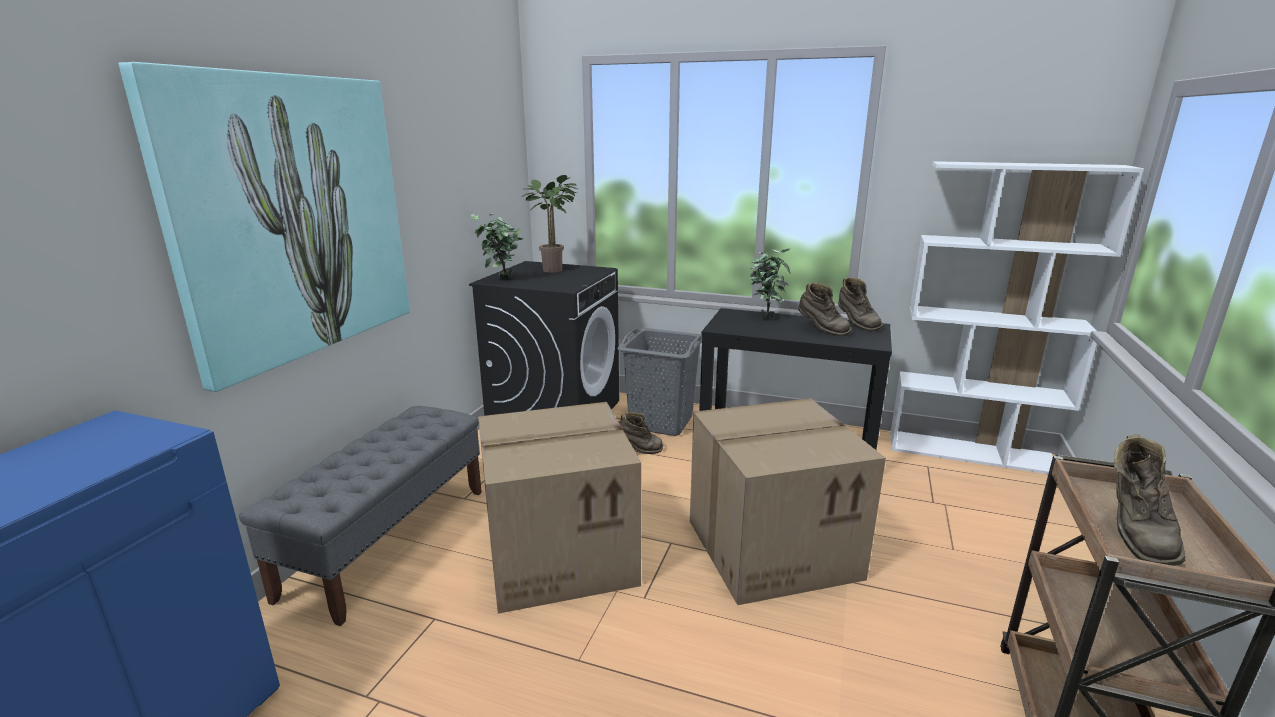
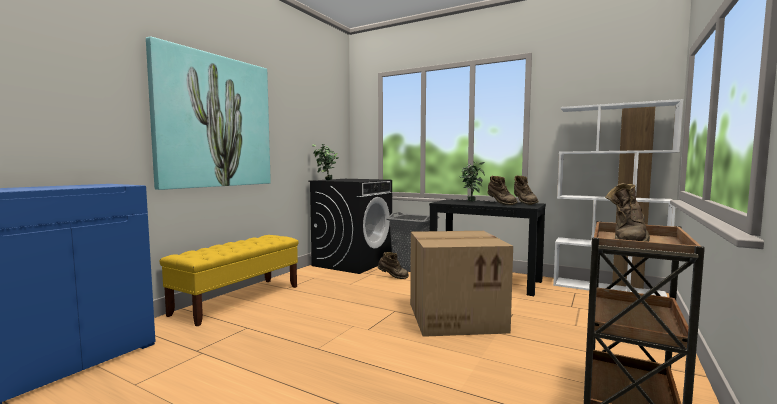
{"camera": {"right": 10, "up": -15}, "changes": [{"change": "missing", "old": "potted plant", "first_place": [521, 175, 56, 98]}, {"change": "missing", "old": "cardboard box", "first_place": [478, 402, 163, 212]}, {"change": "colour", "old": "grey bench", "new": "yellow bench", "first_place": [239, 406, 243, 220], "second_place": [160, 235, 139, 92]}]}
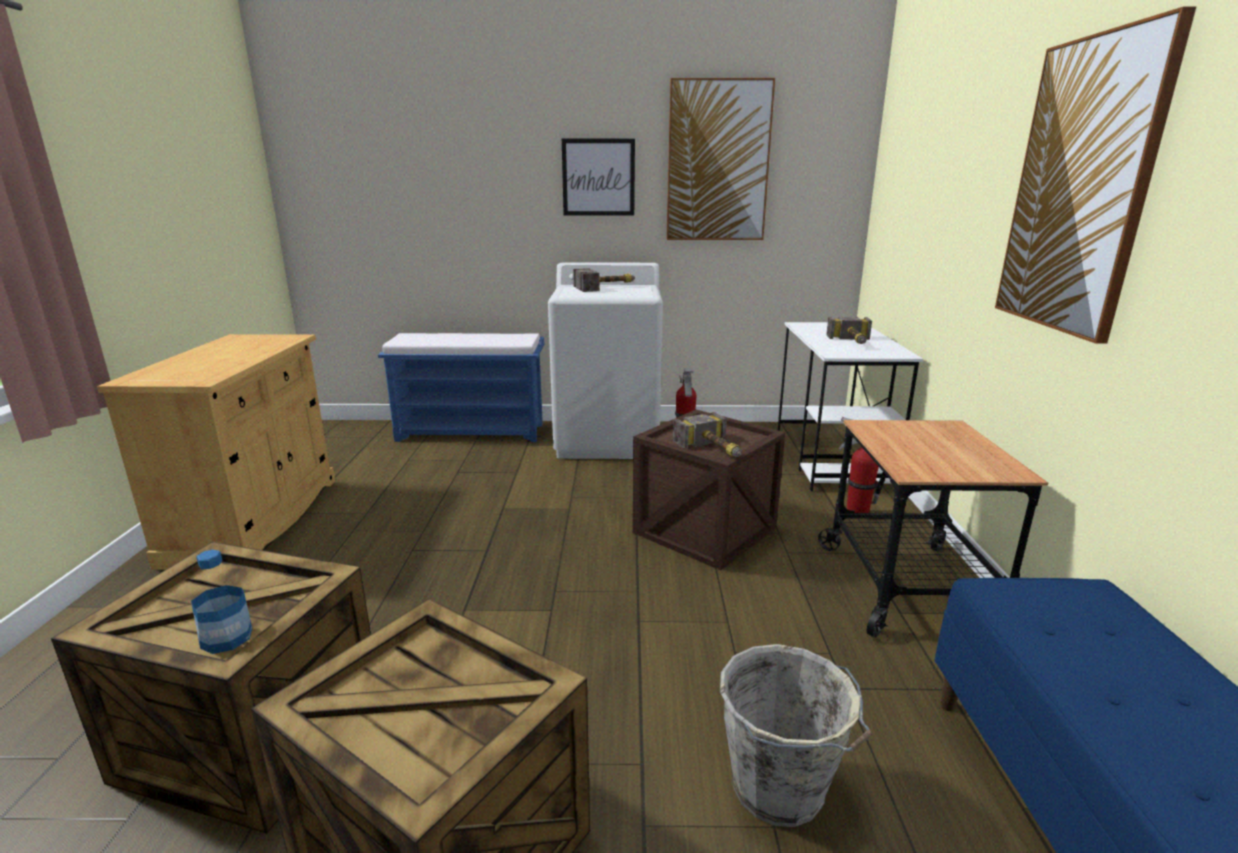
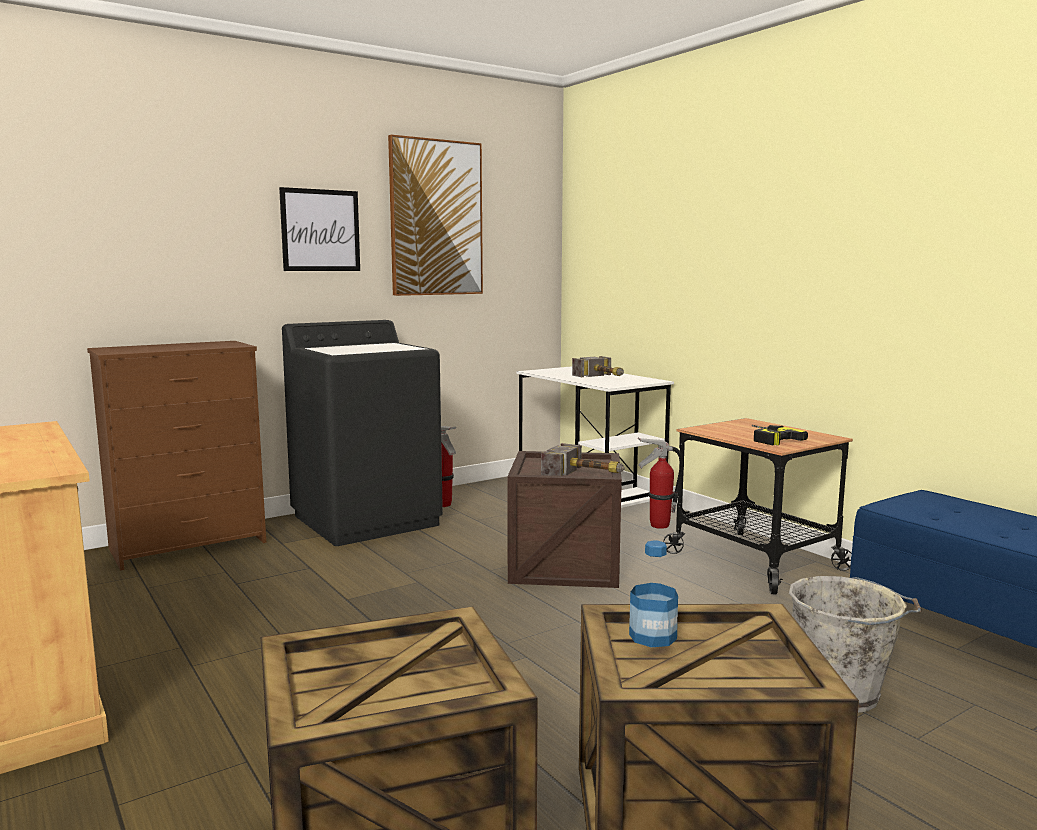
{"camera": {"right": -35, "up": -10}, "changes": [{"change": "missing", "old": "picture", "first_place": [995, 7, 201, 337]}, {"change": "colour", "old": "white washing machine", "new": "black washing machine", "first_place": [548, 263, 115, 196], "second_place": [282, 320, 161, 226]}, {"change": "missing", "old": "hammer", "first_place": [573, 268, 62, 24]}, {"change": "exchanged", "old": "blue bench", "new": "brown dresser", "first_place": [378, 333, 167, 109], "second_place": [87, 341, 179, 229]}, {"change": "relocated", "old": "bottle", "first_place": [191, 550, 61, 104], "second_place": [629, 540, 49, 107]}, {"change": "appeared", "new": "power drill", "second_place": [752, 425, 56, 20]}]}
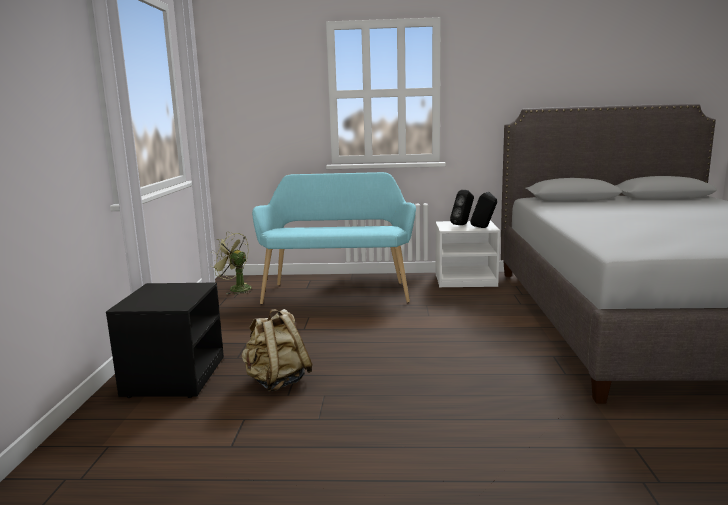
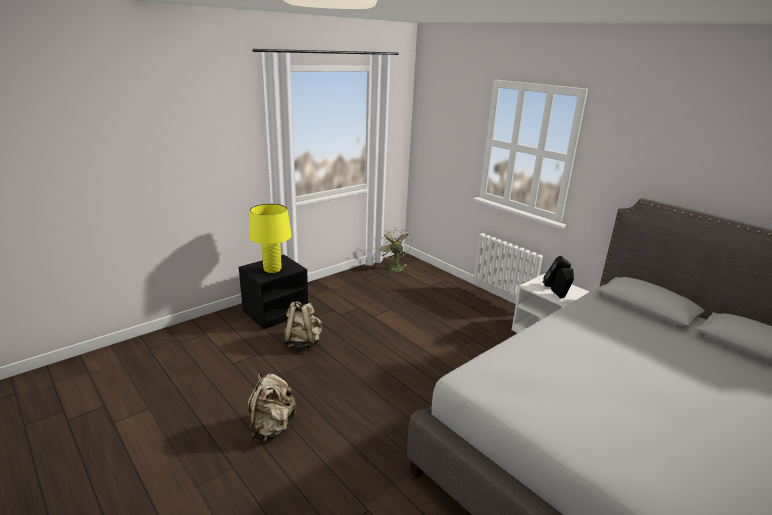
{"camera": {"right": 45, "up": 10}, "changes": [{"change": "missing", "old": "turquoise bench", "first_place": [252, 172, 164, 132]}, {"change": "appeared", "new": "yellow table lamp", "second_place": [249, 204, 43, 69]}, {"change": "appeared", "new": "beige backpack", "second_place": [248, 374, 49, 68]}]}
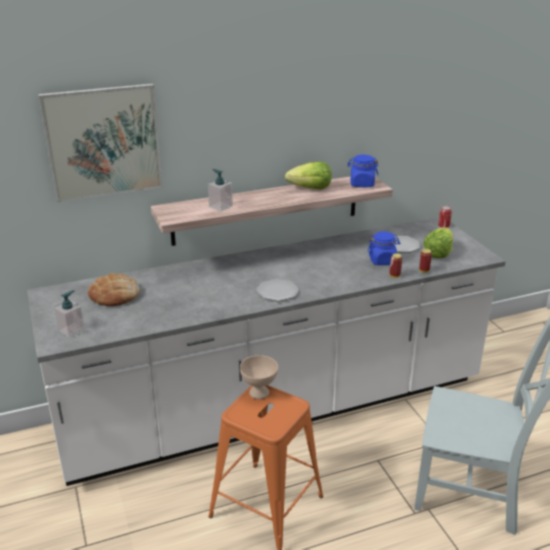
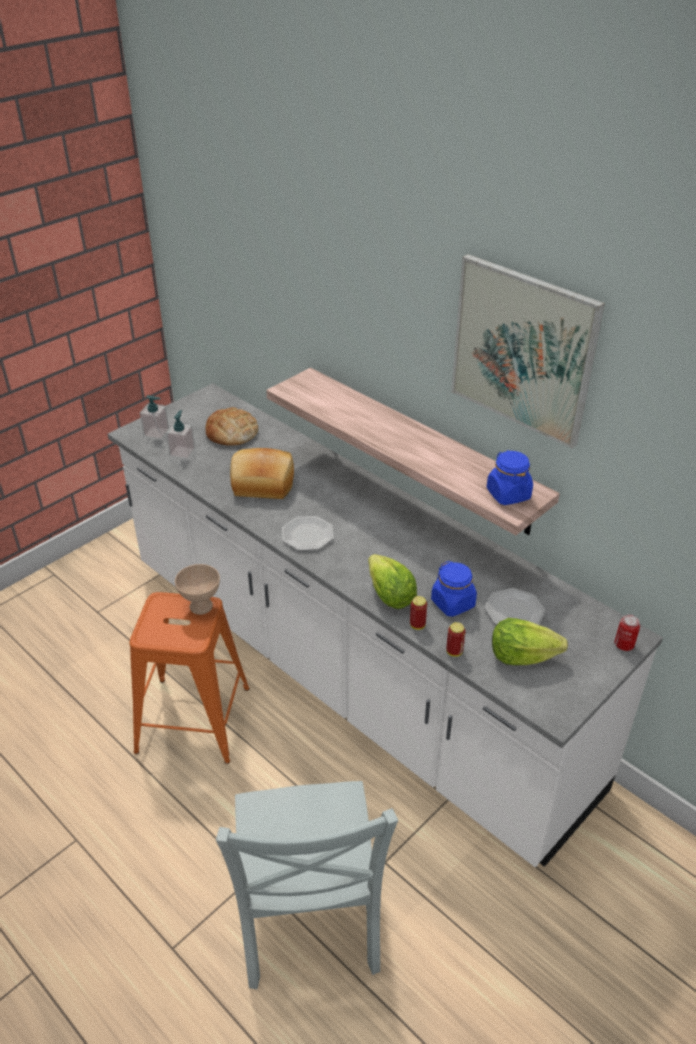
{"camera": {"right": 65, "up": 10}, "changes": [{"change": "relocated", "old": "picture", "first_place": [38, 84, 125, 118], "second_place": [451, 254, 154, 195]}, {"change": "relocated", "old": "lettuce", "first_place": [285, 162, 47, 27], "second_place": [368, 554, 49, 55]}, {"change": "relocated", "old": "soap dispenser", "first_place": [208, 169, 25, 42], "second_place": [166, 410, 29, 50]}, {"change": "appeared", "new": "bread", "second_place": [230, 448, 64, 51]}]}
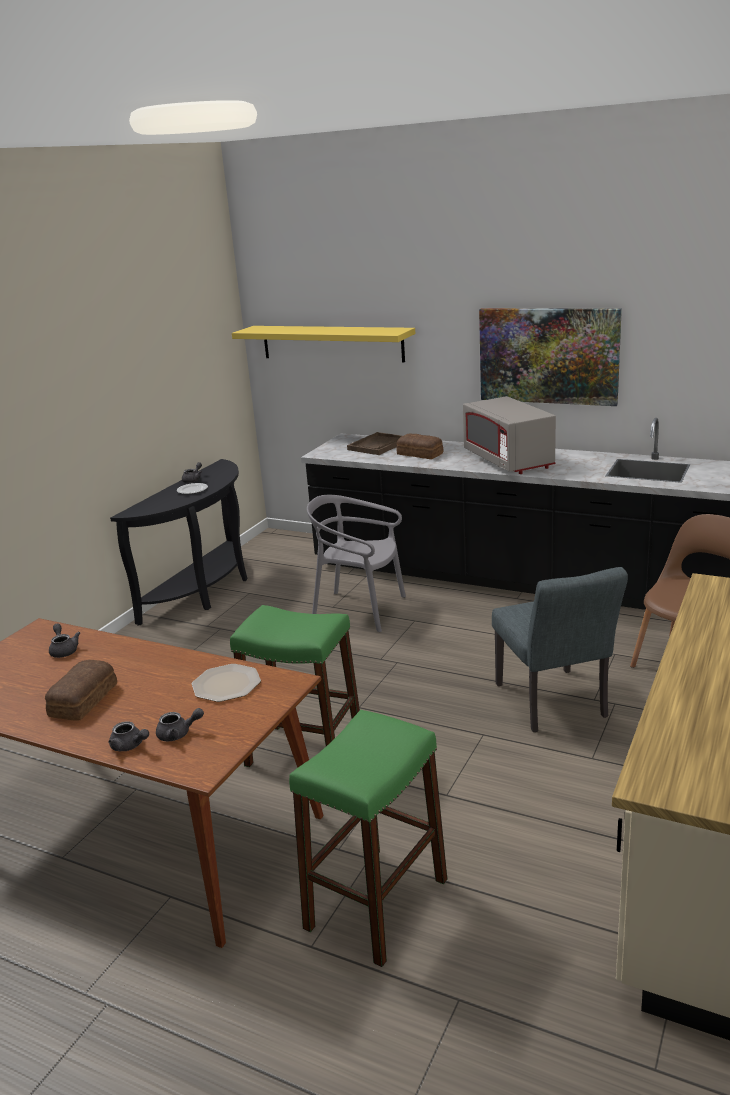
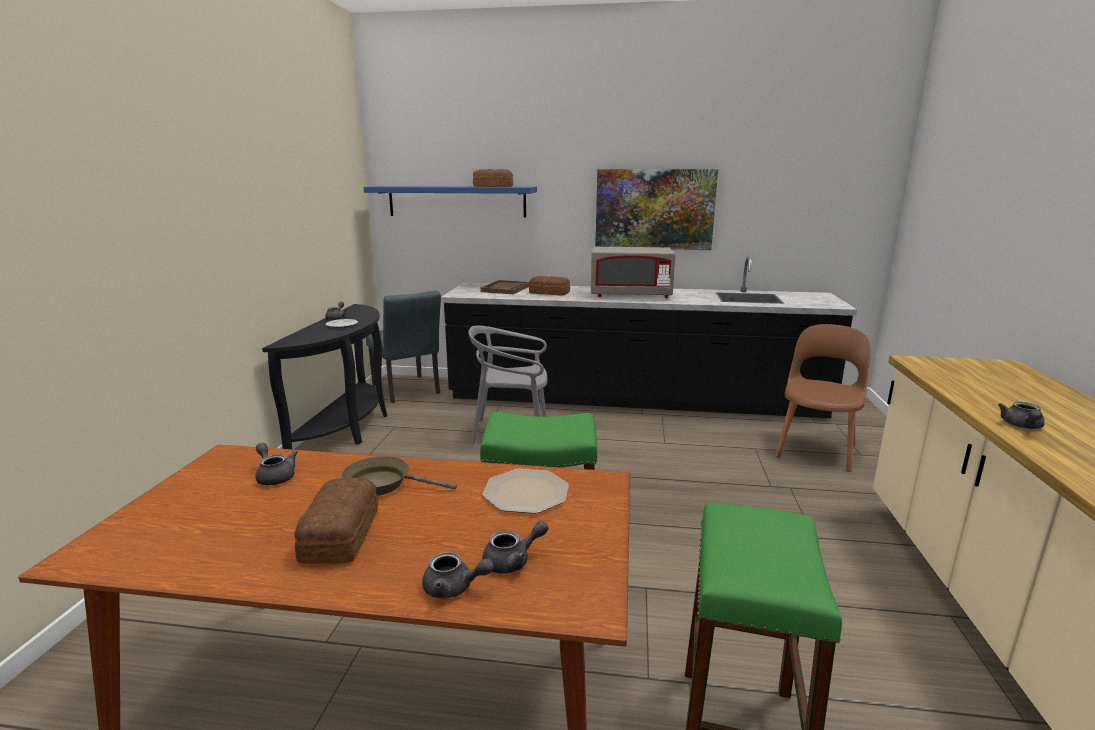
{"camera": {"right": -20, "up": -5}, "changes": [{"change": "colour", "old": "yellow shelf", "new": "blue shelf", "first_place": [232, 326, 183, 36], "second_place": [364, 186, 173, 32]}, {"change": "spun", "old": "grey microwave", "first_place": [463, 396, 93, 78], "second_place": [591, 247, 85, 51], "degrees": -45}, {"change": "relocated", "old": "grey chair", "first_place": [492, 567, 136, 165], "second_place": [366, 290, 75, 113]}, {"change": "appeared", "new": "bread", "second_place": [473, 169, 40, 18]}, {"change": "appeared", "new": "grey teapot", "second_place": [998, 402, 47, 27]}, {"change": "appeared", "new": "brown frying pan", "second_place": [341, 456, 116, 40]}]}
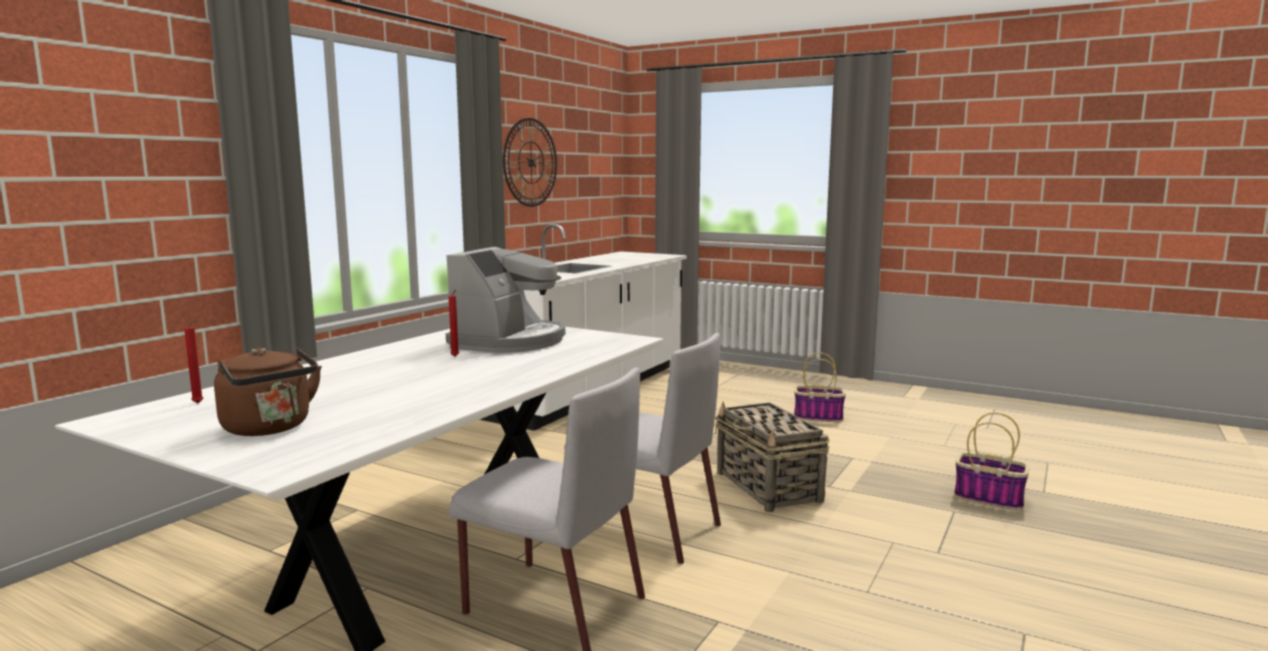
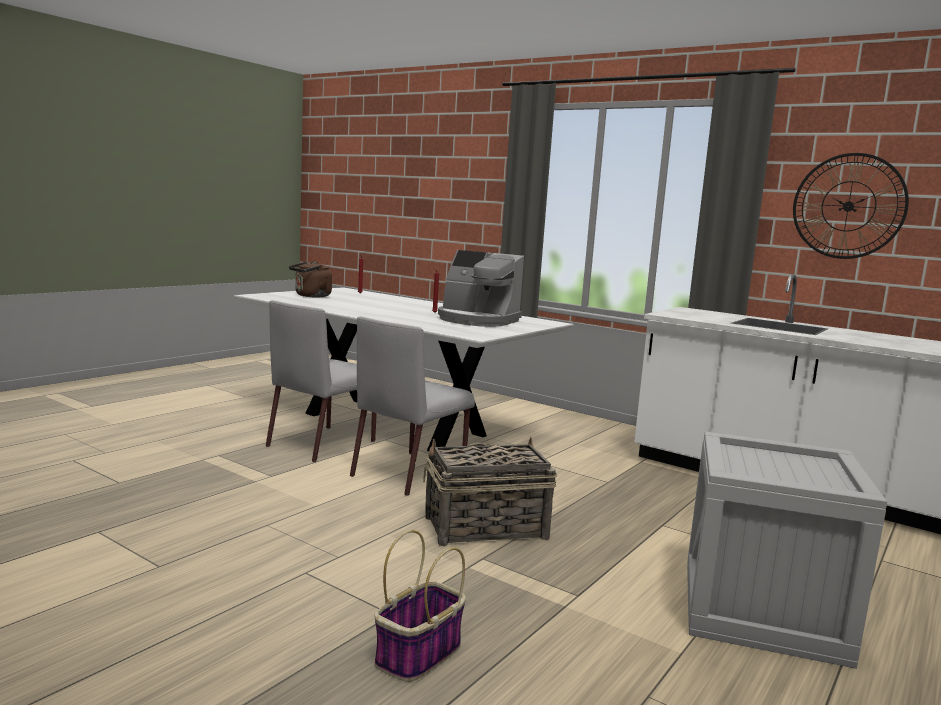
{"camera": {"right": 95, "up": 0}, "changes": [{"change": "exchanged", "old": "basket", "new": "crate", "first_place": [794, 352, 52, 70], "second_place": [687, 432, 200, 237]}]}
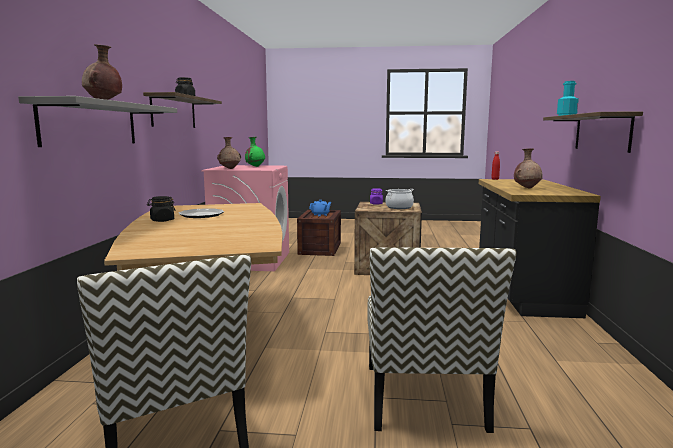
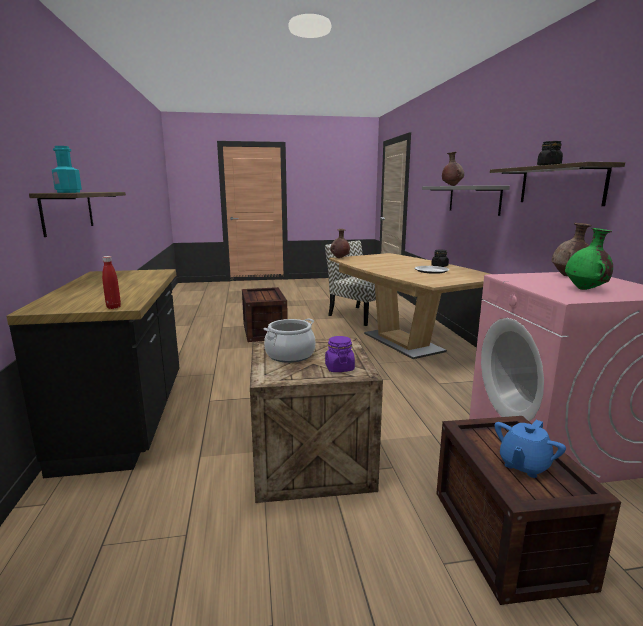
{"camera": {"right": 165, "up": 5}, "changes": [{"change": "relocated", "old": "brown vase", "first_place": [514, 148, 29, 40], "second_place": [330, 229, 20, 29]}, {"change": "exchanged", "old": "chair", "new": "crate", "first_place": [367, 247, 150, 186], "second_place": [242, 287, 46, 55]}]}
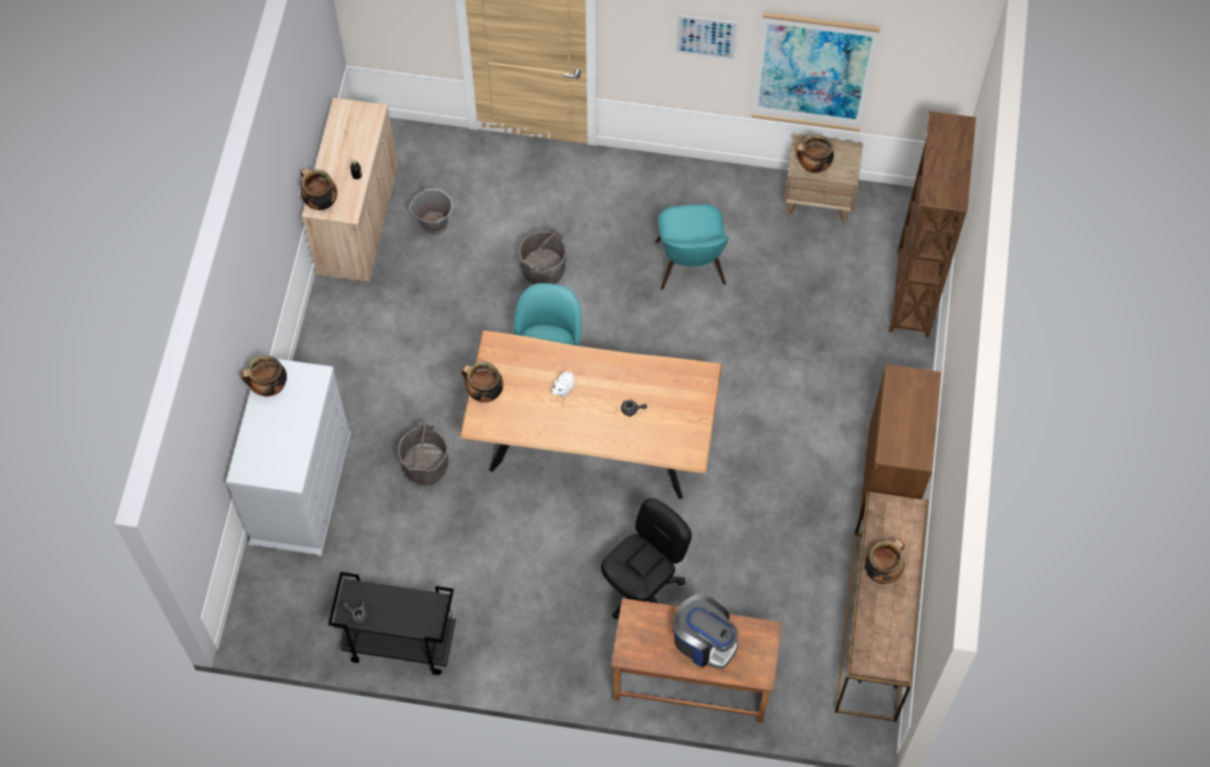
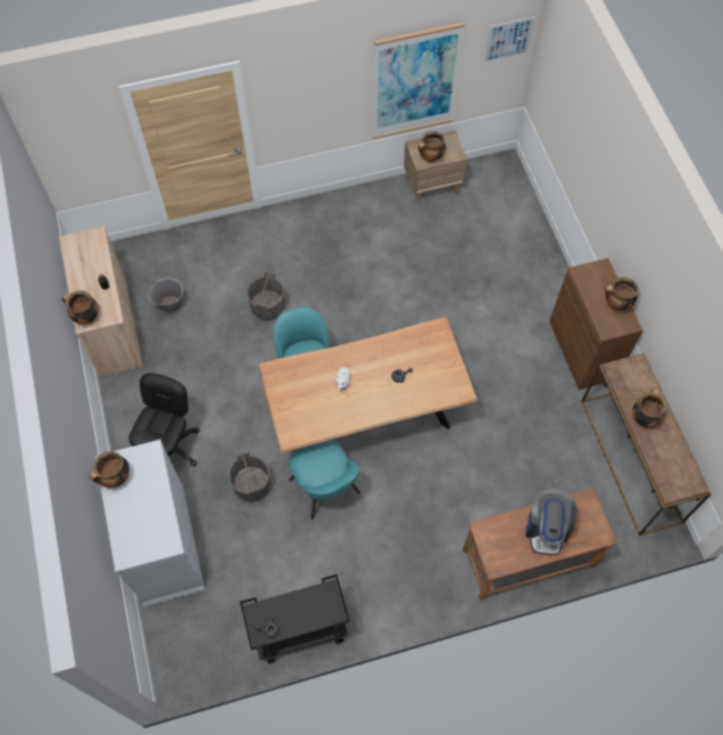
{"camera": {"right": -25, "up": 0}, "changes": [{"change": "relocated", "old": "picture", "first_place": [675, 15, 63, 45], "second_place": [484, 17, 52, 46]}, {"change": "missing", "old": "brown bookcase", "first_place": [889, 111, 87, 226]}, {"change": "relocated", "old": "turquoise chair", "first_place": [655, 204, 74, 86], "second_place": [289, 439, 72, 81]}, {"change": "relocated", "old": "cooking pot", "first_place": [461, 361, 42, 42], "second_place": [605, 277, 34, 34]}, {"change": "relocated", "old": "black office chair", "first_place": [601, 498, 91, 121], "second_place": [129, 373, 71, 94]}, {"change": "spun", "old": "coffee machine", "first_place": [673, 594, 66, 75], "second_place": [526, 489, 51, 67], "degrees": 90}]}
